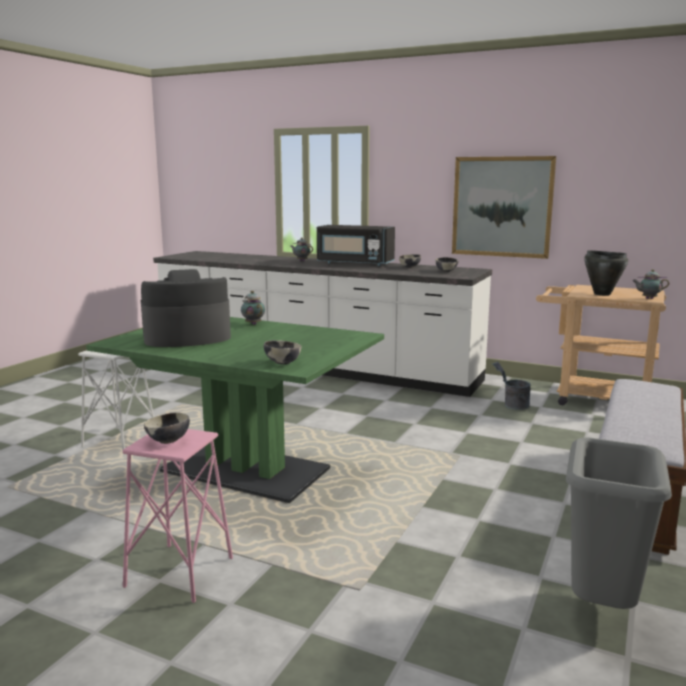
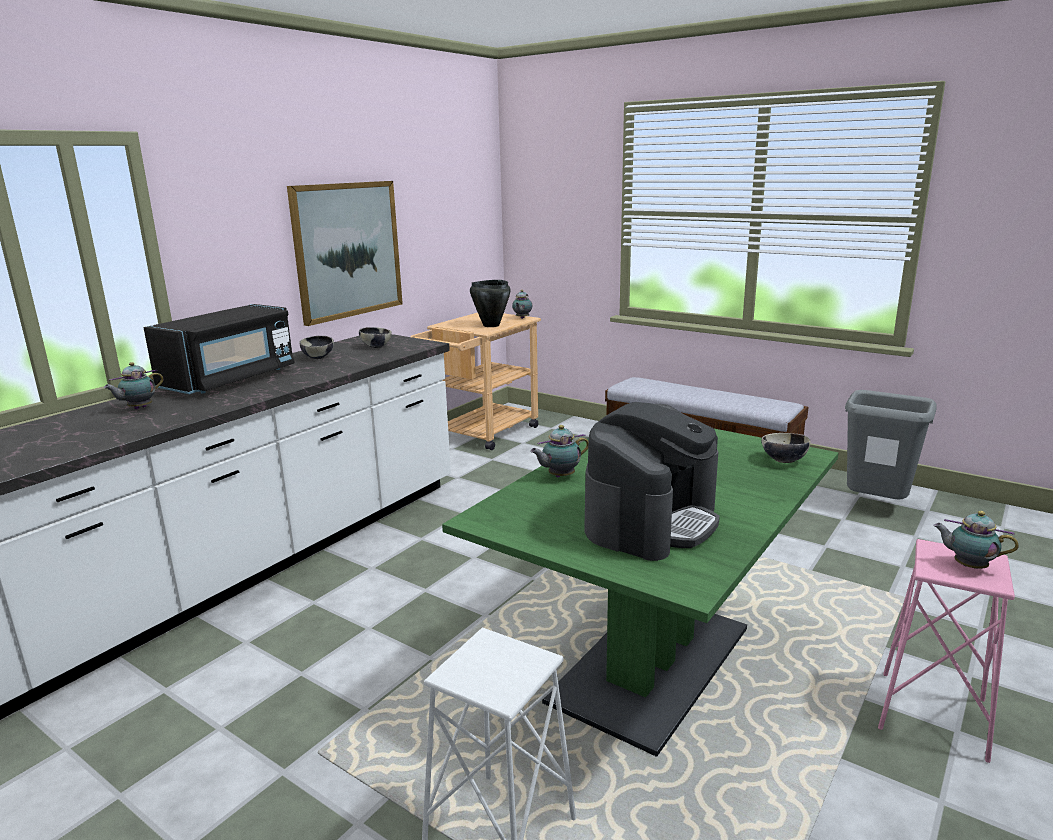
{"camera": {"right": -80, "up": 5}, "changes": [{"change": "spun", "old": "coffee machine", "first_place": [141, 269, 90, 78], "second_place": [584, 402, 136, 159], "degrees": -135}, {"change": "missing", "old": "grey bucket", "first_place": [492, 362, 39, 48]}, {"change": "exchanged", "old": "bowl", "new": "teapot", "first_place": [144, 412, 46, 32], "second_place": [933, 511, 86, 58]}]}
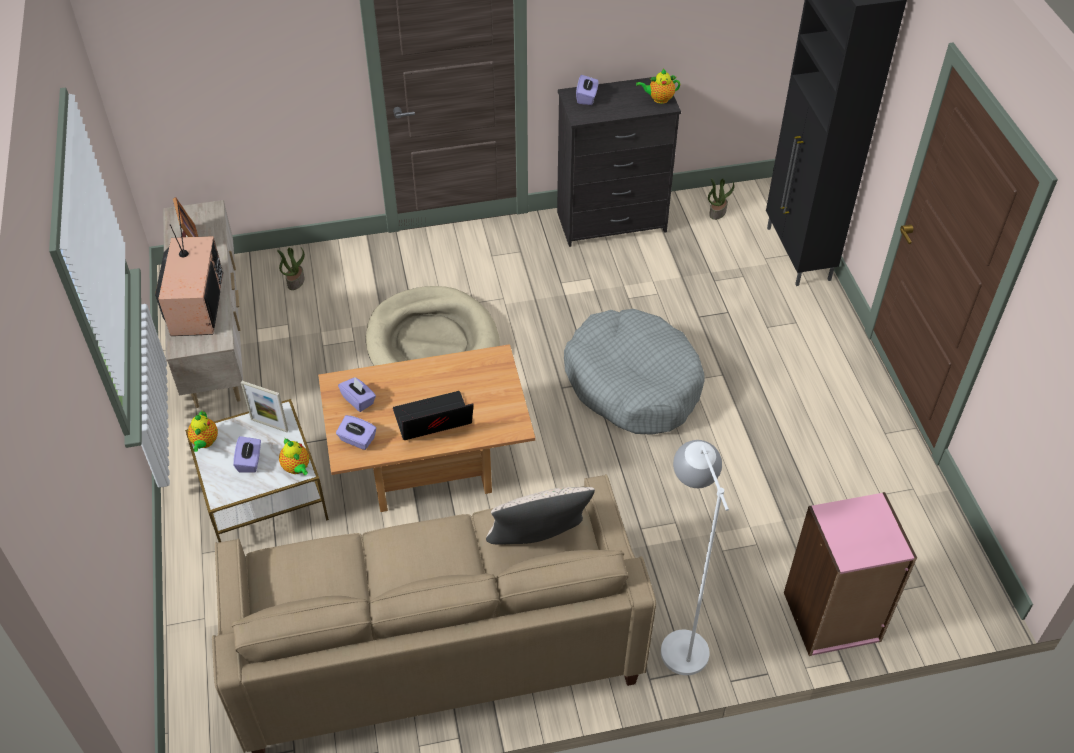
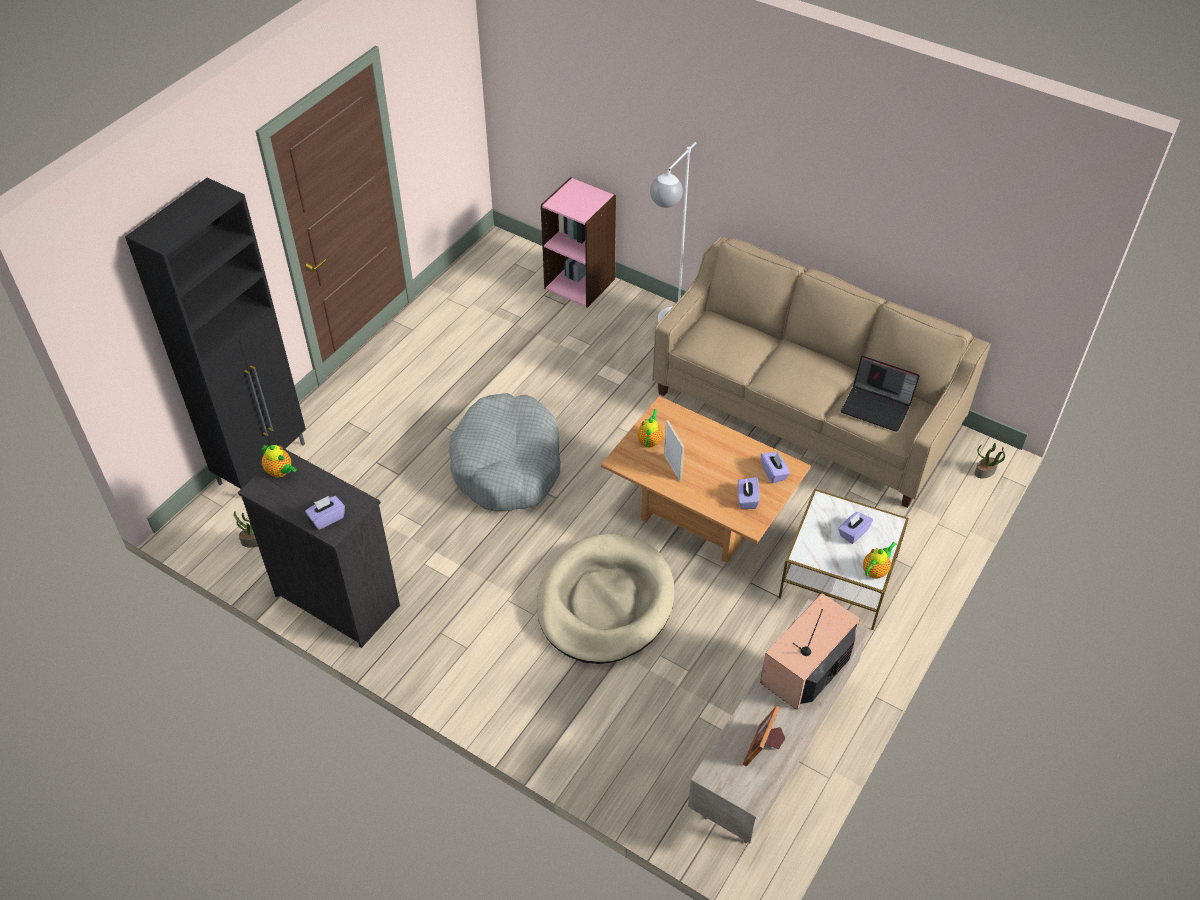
{"camera": {"right": -135, "up": 0}, "changes": [{"change": "relocated", "old": "potted plant", "first_place": [277, 247, 28, 43], "second_place": [975, 443, 30, 35]}, {"change": "relocated", "old": "picture frame", "first_place": [241, 381, 47, 51], "second_place": [664, 420, 20, 62]}, {"change": "relocated", "old": "laptop", "first_place": [393, 391, 81, 49], "second_place": [841, 356, 79, 76]}, {"change": "relocated", "old": "teapot", "first_place": [279, 438, 30, 37], "second_place": [638, 409, 25, 39]}, {"change": "missing", "old": "beige pillow", "first_place": [486, 487, 109, 57]}]}
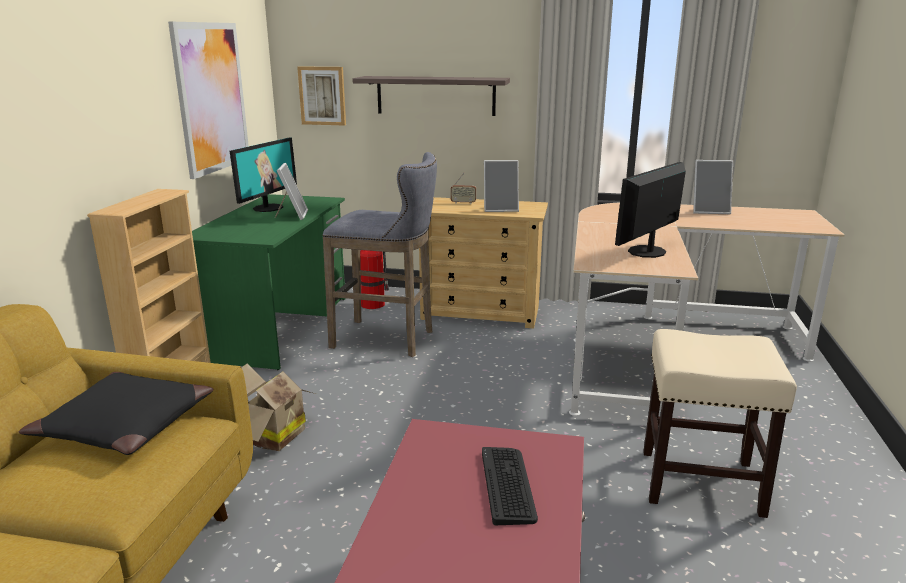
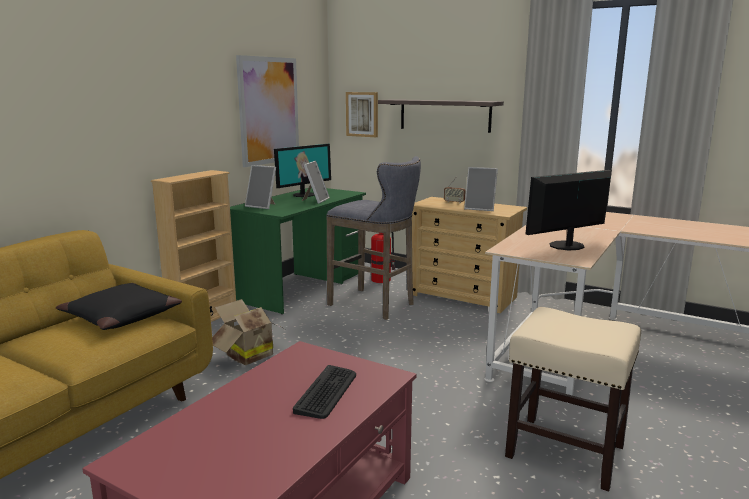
{"camera": {"right": 20, "up": -5}, "changes": [{"change": "relocated", "old": "picture frame", "first_place": [693, 160, 40, 54], "second_place": [245, 165, 31, 44]}]}
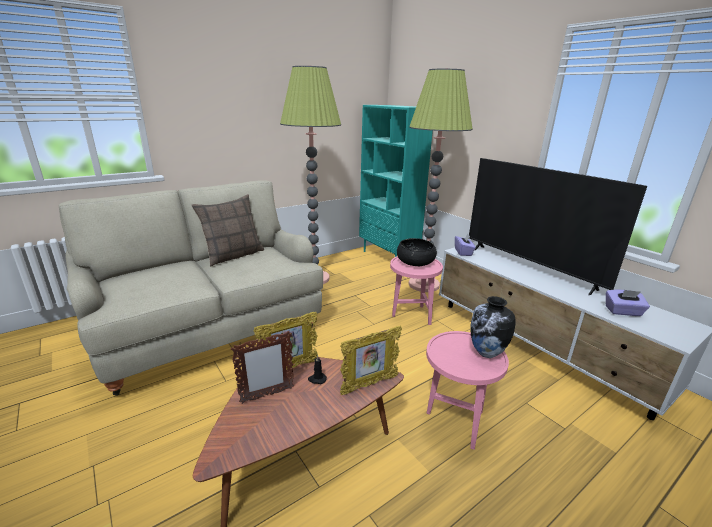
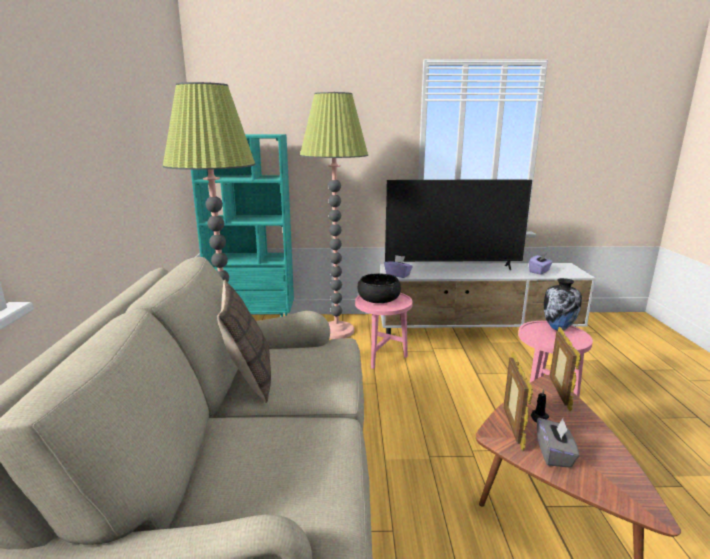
{"camera": {"right": -55, "up": -5}, "changes": [{"change": "exchanged", "old": "picture frame", "new": "grey tissue box", "first_place": [231, 331, 63, 73], "second_place": [537, 418, 42, 50]}]}
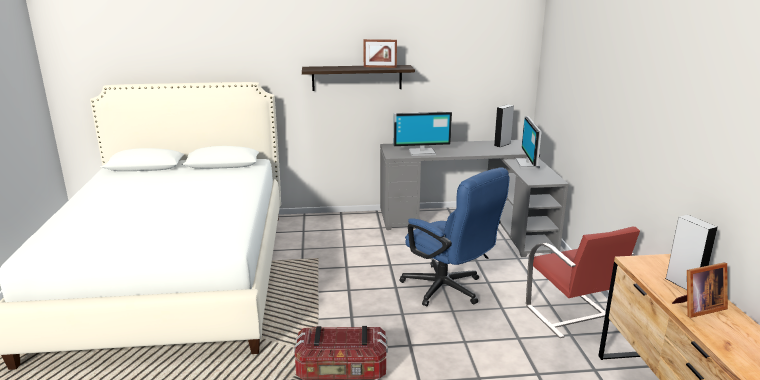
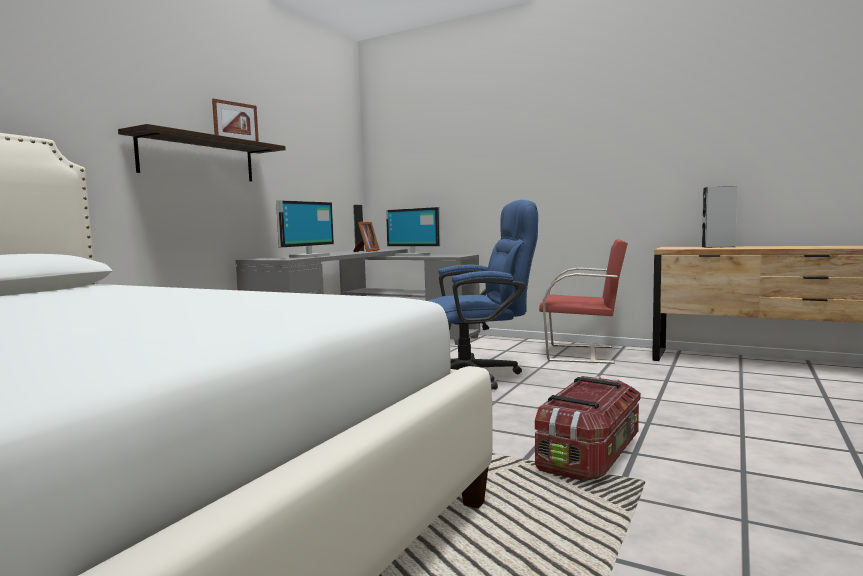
{"camera": {"right": -55, "up": -15}, "changes": [{"change": "relocated", "old": "picture frame", "first_place": [672, 263, 56, 55], "second_place": [353, 222, 27, 30]}]}
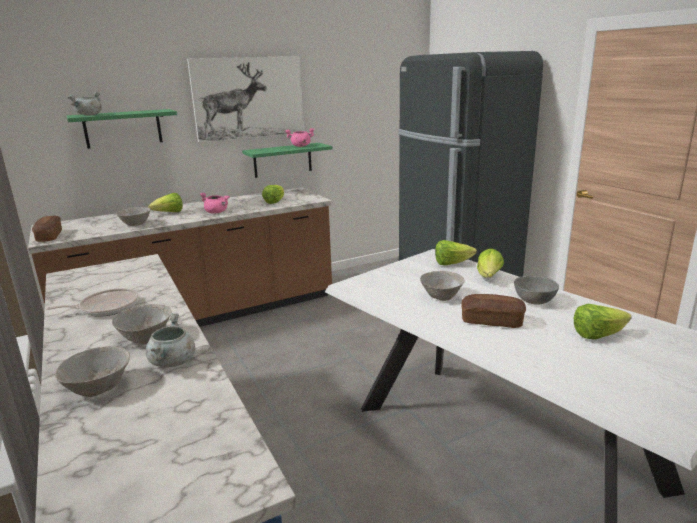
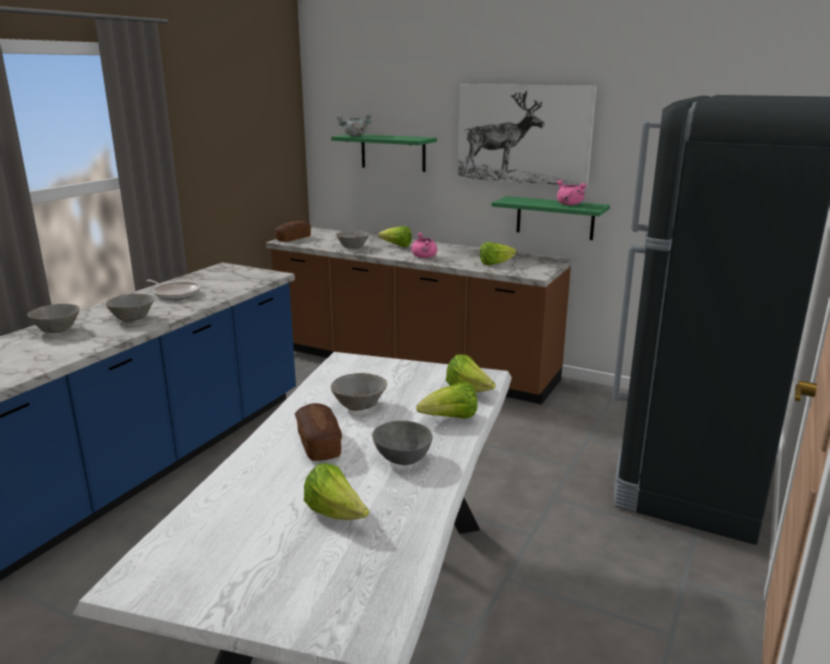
{"camera": {"right": 55, "up": 0}, "changes": [{"change": "missing", "old": "grey cooking pot", "first_place": [145, 313, 50, 54]}]}
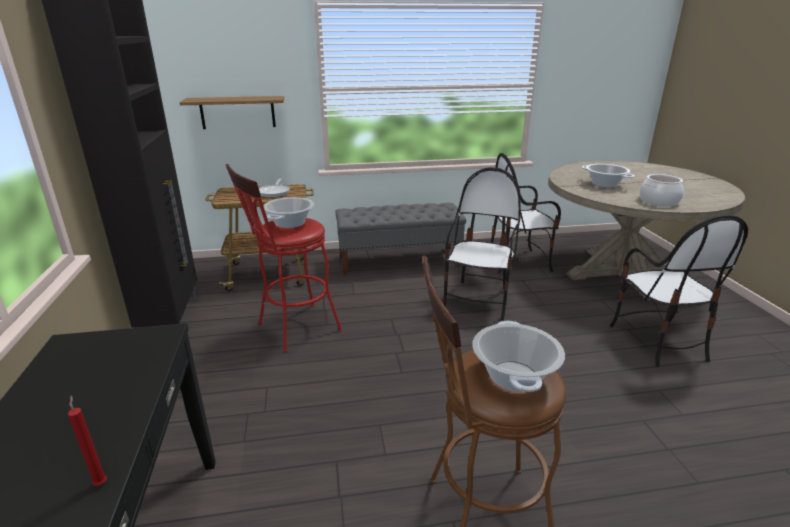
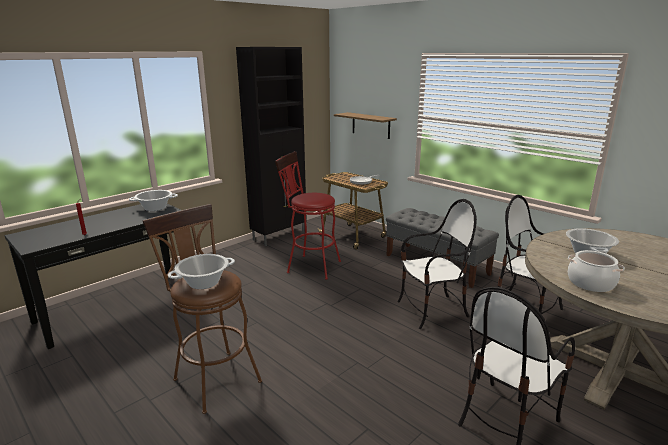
{"camera": {"right": 55, "up": -5}, "changes": [{"change": "relocated", "old": "cooking pot", "first_place": [263, 197, 51, 31], "second_place": [129, 190, 49, 21]}]}
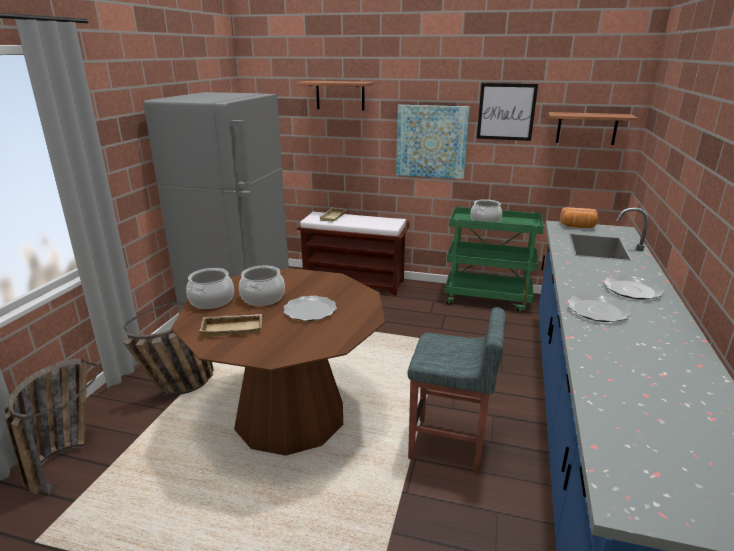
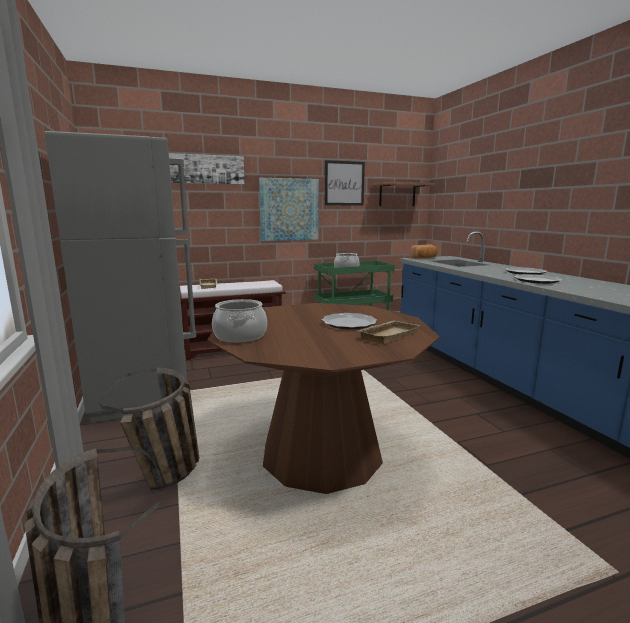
{"camera": {"right": -35, "up": -10}, "changes": [{"change": "exchanged", "old": "shelf", "new": "picture", "first_place": [297, 81, 77, 30], "second_place": [169, 153, 76, 31]}, {"change": "missing", "old": "cooking pot", "first_place": [239, 266, 46, 40]}, {"change": "missing", "old": "grey stool", "first_place": [407, 307, 99, 167]}, {"change": "relocated", "old": "beige tray", "first_place": [200, 314, 62, 23], "second_place": [357, 321, 63, 23]}]}
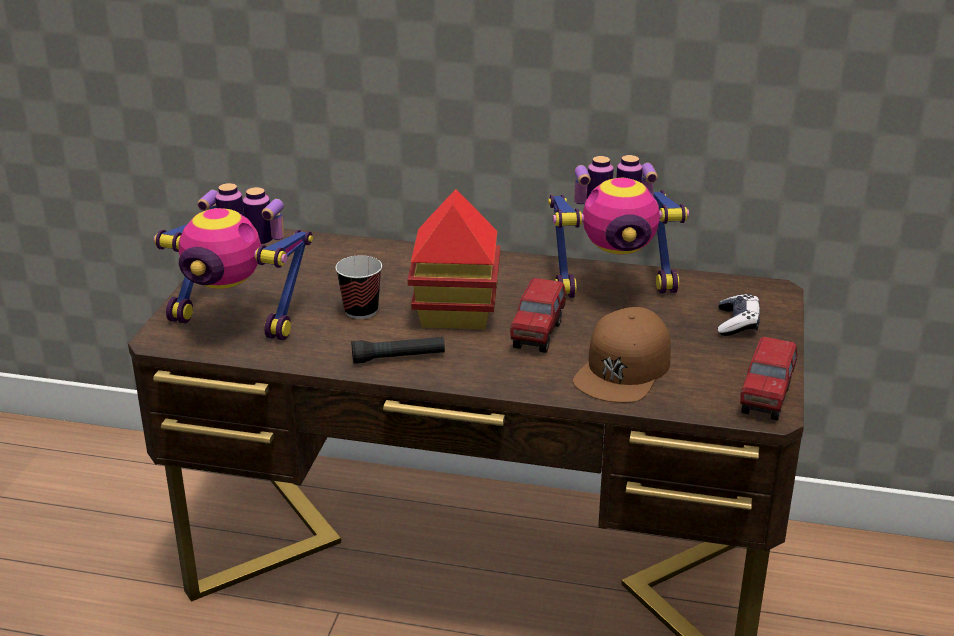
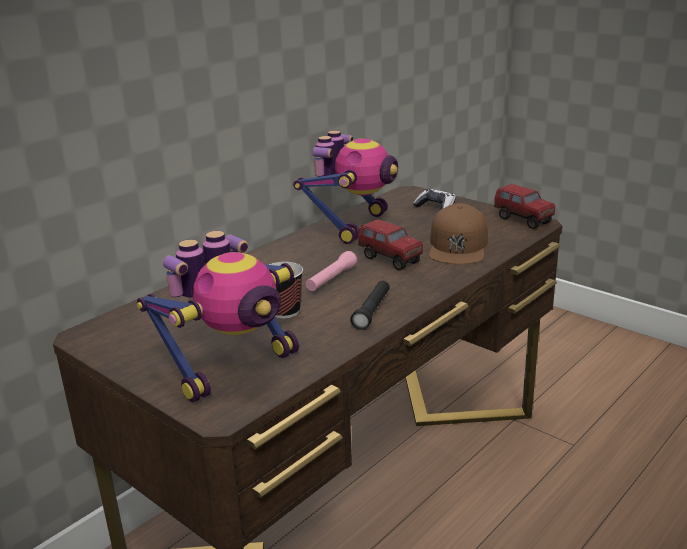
{"camera": {"right": -60, "up": -5}, "changes": [{"change": "exchanged", "old": "toy house", "new": "pink flashlight", "first_place": [408, 189, 93, 140], "second_place": [306, 251, 51, 40]}, {"change": "spun", "old": "brown cap", "first_place": [573, 307, 98, 96], "second_place": [429, 203, 59, 61], "degrees": 45}]}
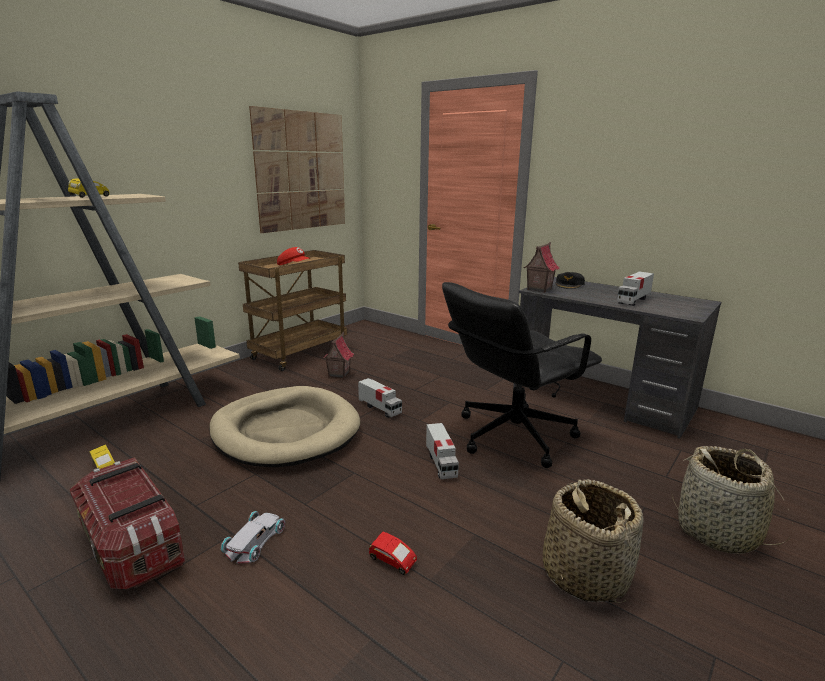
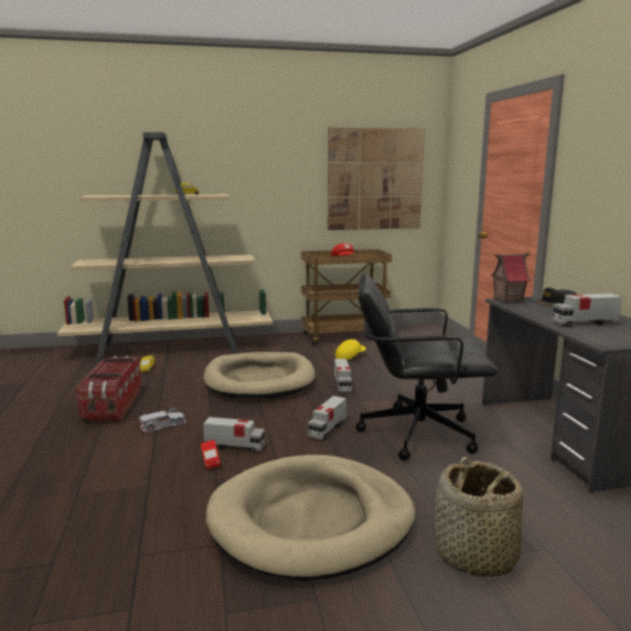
{"camera": {"right": 40, "up": -5}, "changes": [{"change": "exchanged", "old": "toy house", "new": "yellow cap", "first_place": [323, 332, 31, 46], "second_place": [335, 339, 31, 21]}, {"change": "exchanged", "old": "basket", "new": "beige dog bed", "first_place": [543, 479, 101, 124], "second_place": [206, 455, 209, 126]}, {"change": "appeared", "new": "toy truck", "second_place": [203, 417, 63, 36]}]}
